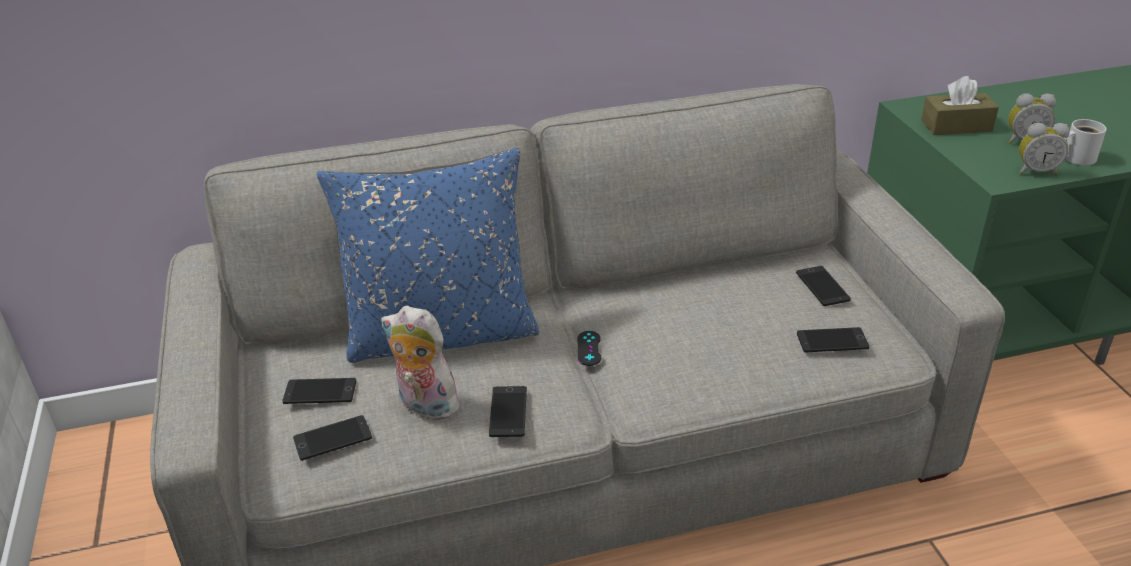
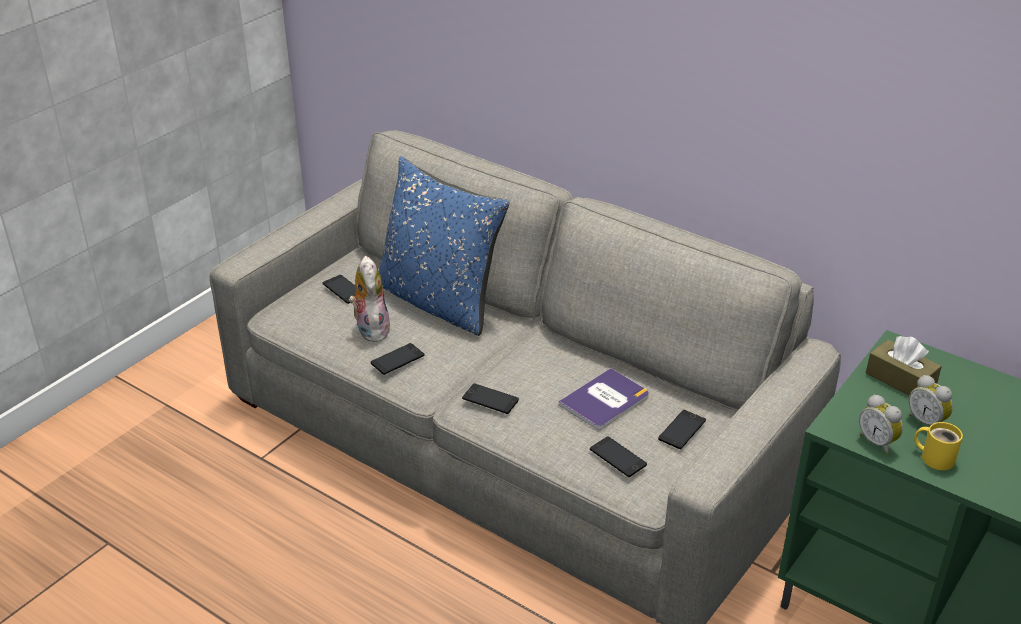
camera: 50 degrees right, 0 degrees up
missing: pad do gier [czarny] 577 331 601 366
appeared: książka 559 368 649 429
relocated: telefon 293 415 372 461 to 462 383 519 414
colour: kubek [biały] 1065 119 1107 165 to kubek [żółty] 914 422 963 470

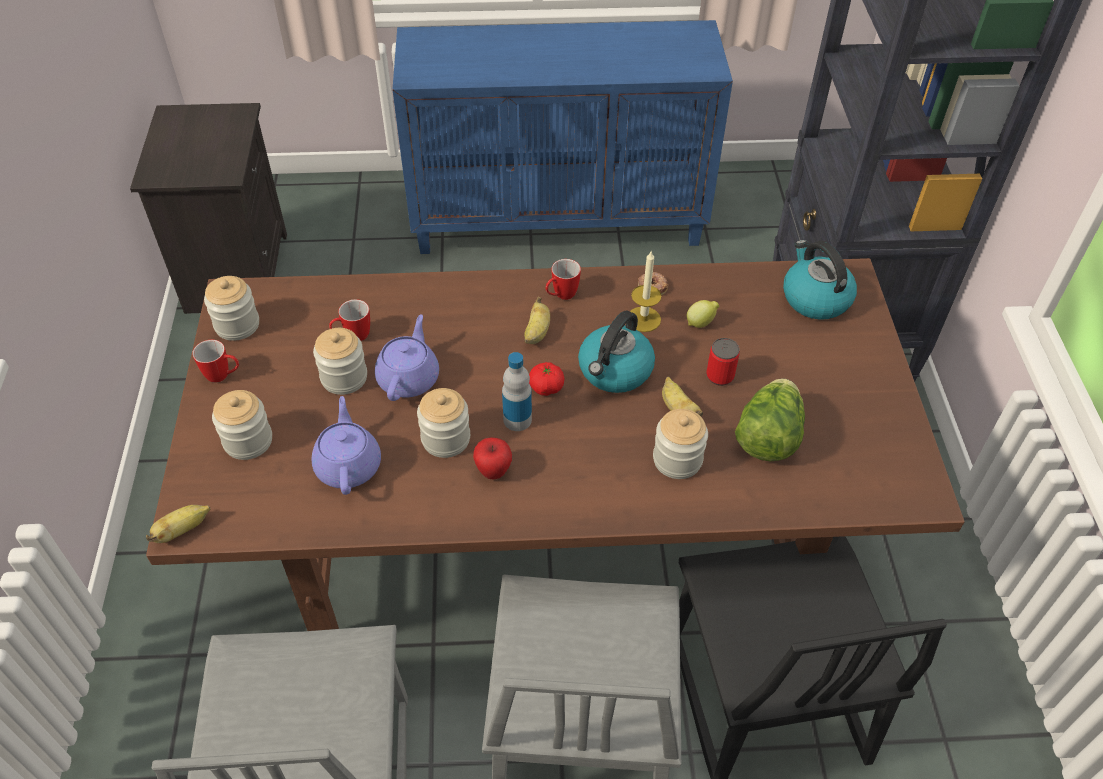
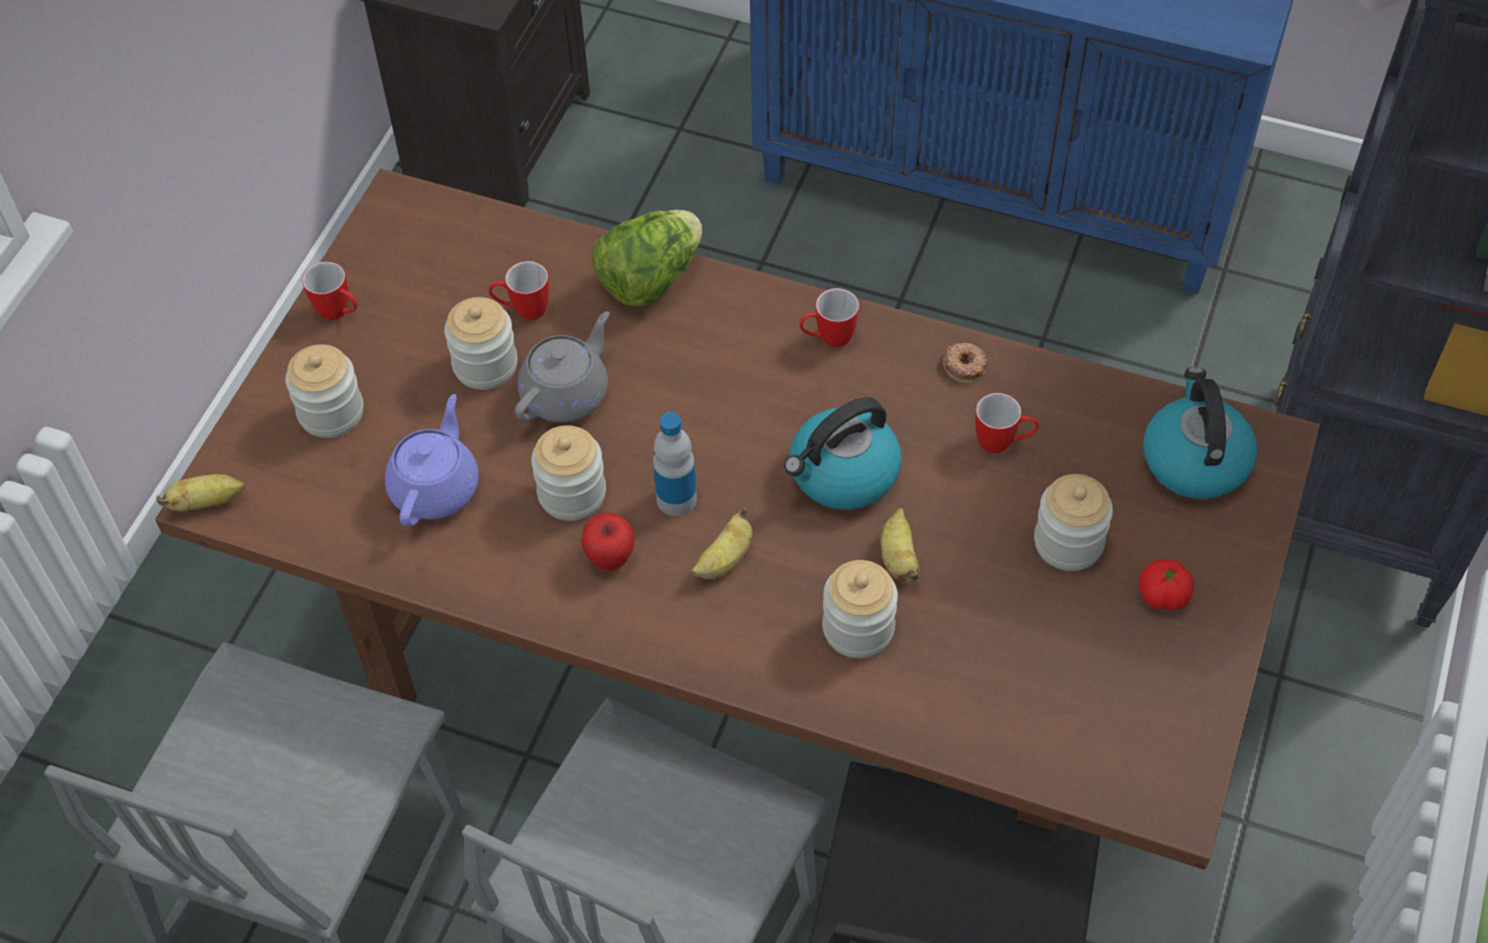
camera: 25 degrees right, 5 degrees up
missing: świeca 630 252 661 332; puszka 706 338 740 386
relocated: sałata 735 378 805 462 to 592 210 703 306; banan 524 297 550 344 to 691 507 753 579; słoik 204 276 259 341 to 1034 474 1113 571; pomidor 529 362 564 396 to 1139 559 1194 610
exchanged: cytryna 687 300 719 328 to kubek 975 393 1039 453
colour: imbryk [fioletowy] 375 314 439 401 to imbryk [szary] 515 311 609 422

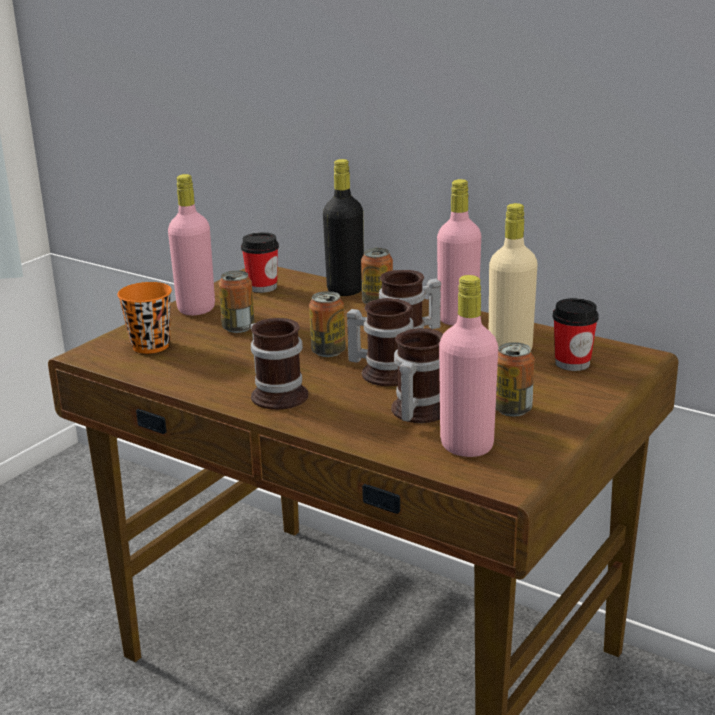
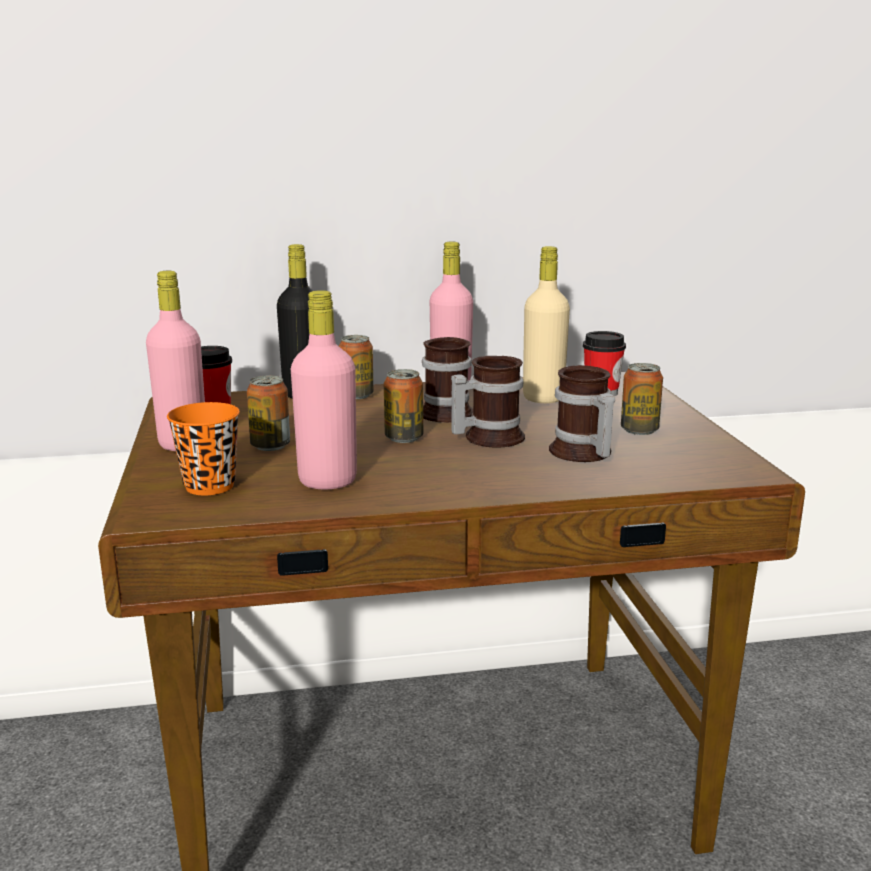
camera: 45 degrees left, 5 degrees down
missing: kubek 250 318 308 410
relocated: butelka [różowy] 439 275 498 457 to 291 290 357 489

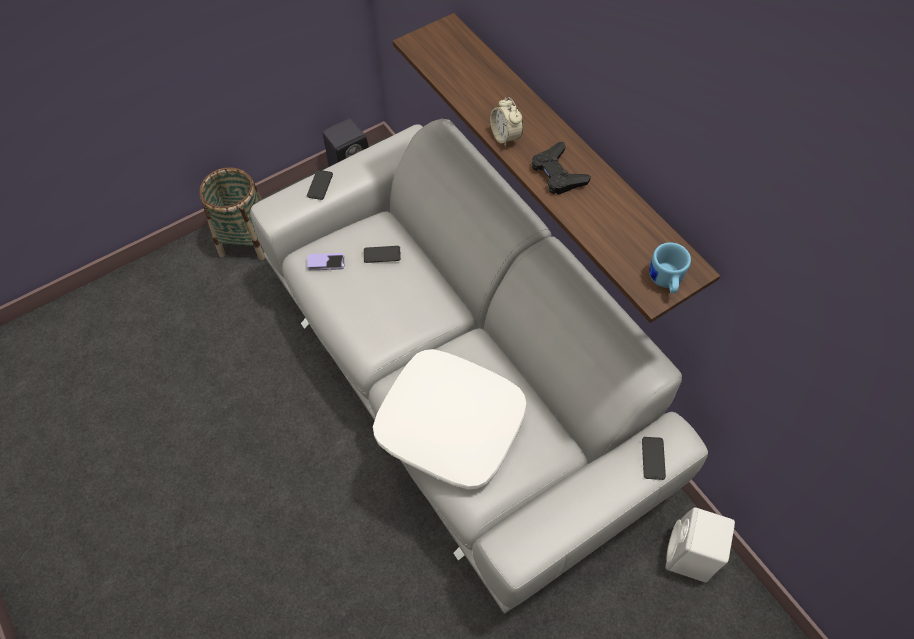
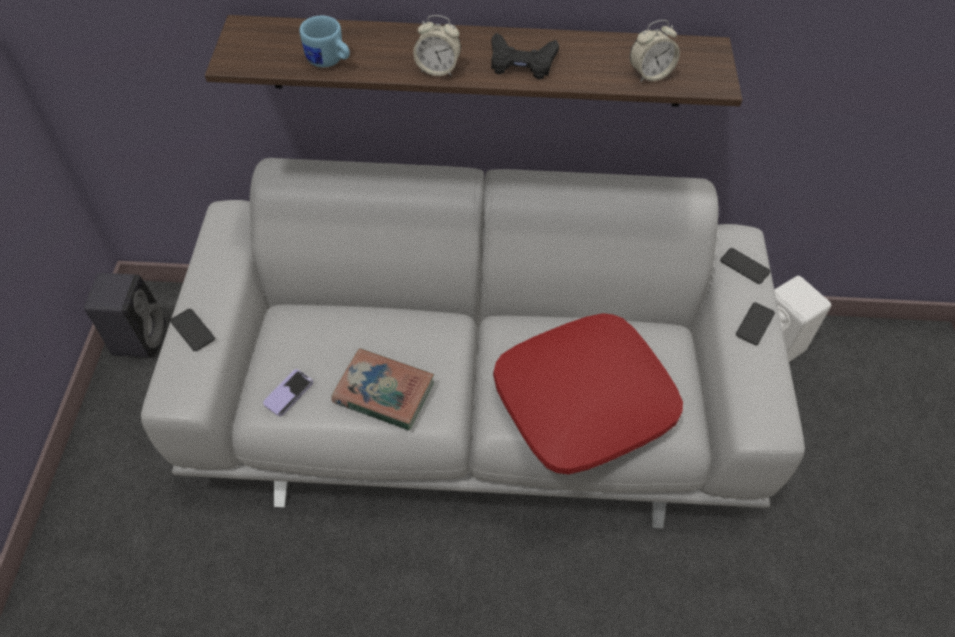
camera: 55 degrees left, 5 degrees down
missing: koszyk 199 167 265 260
appeared: książka 331 348 434 430; budzik 630 20 680 83
relocated: kubek [niebieski] 649 242 691 293 to 299 16 350 67; telefon 364 246 401 263 to 736 302 775 345
colour: poduszka [biały] 373 349 527 490 to poduszka [czerwony] 493 313 683 475

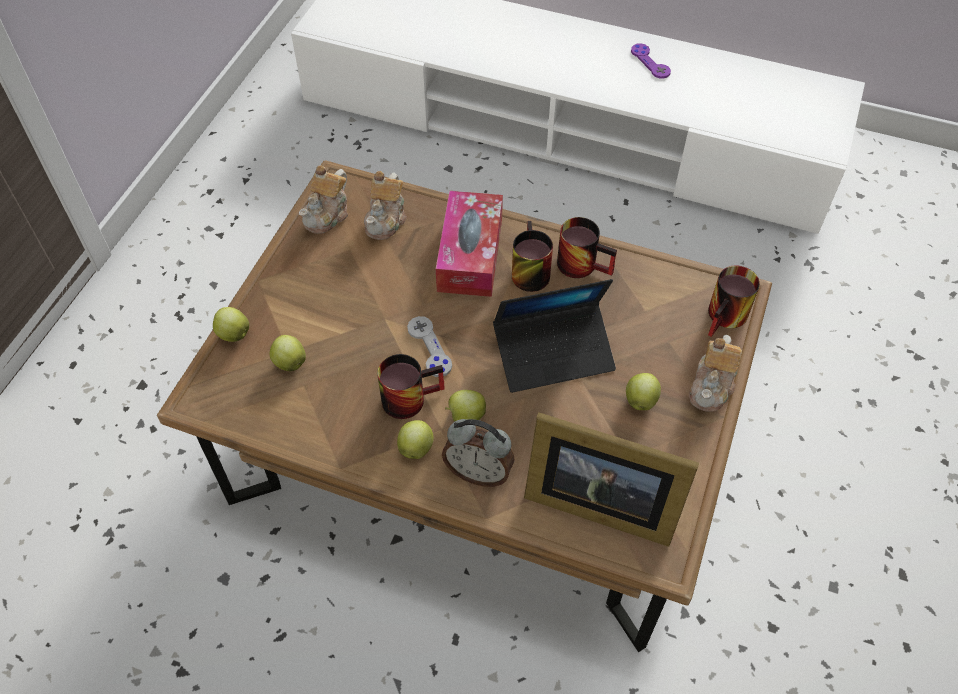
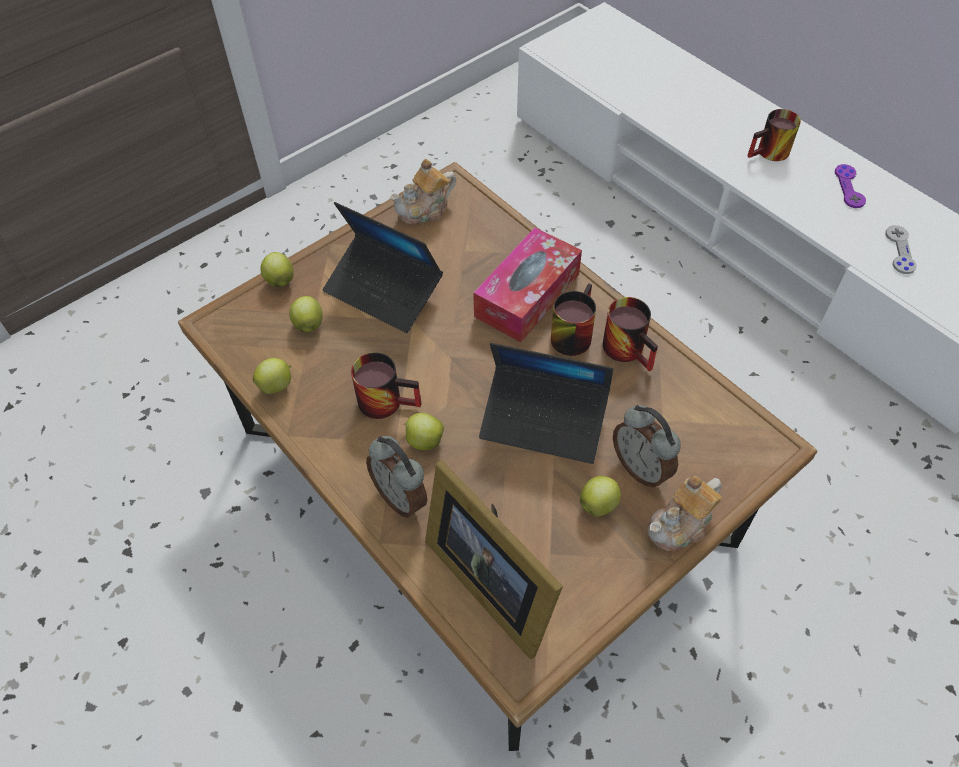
camera: 30 degrees right, 0 degrees up
missing: imbryk 364 171 407 240
appeared: laptop 323 202 443 333; budzik 613 405 681 487
relocated: jabłko 397 420 434 459 to 253 358 291 394; kubek 708 265 760 337 to 747 109 801 161; pad do gier [szary] 407 316 452 377 to 885 225 917 274

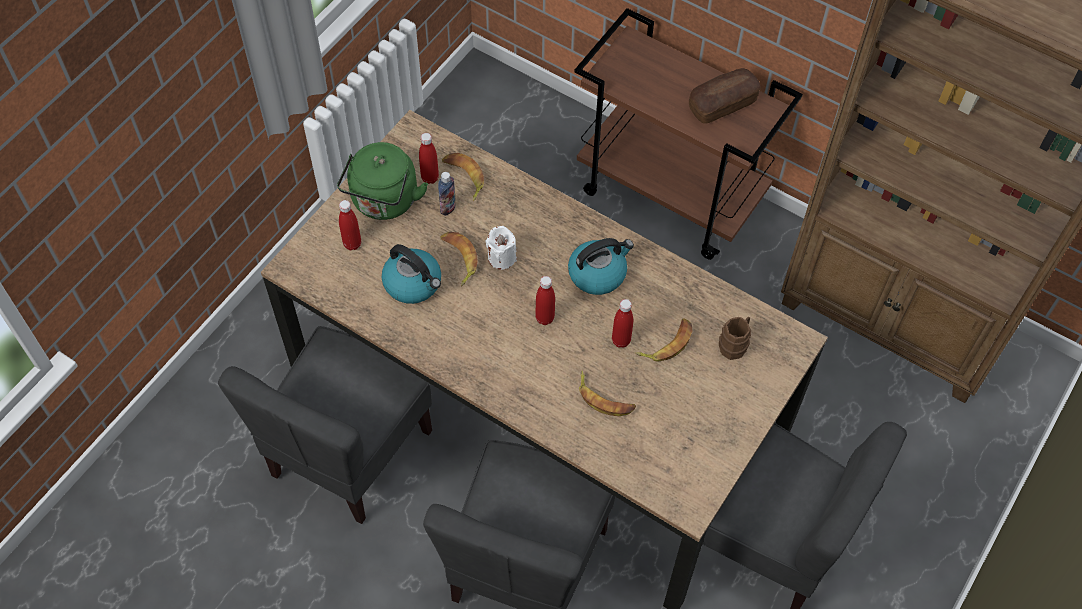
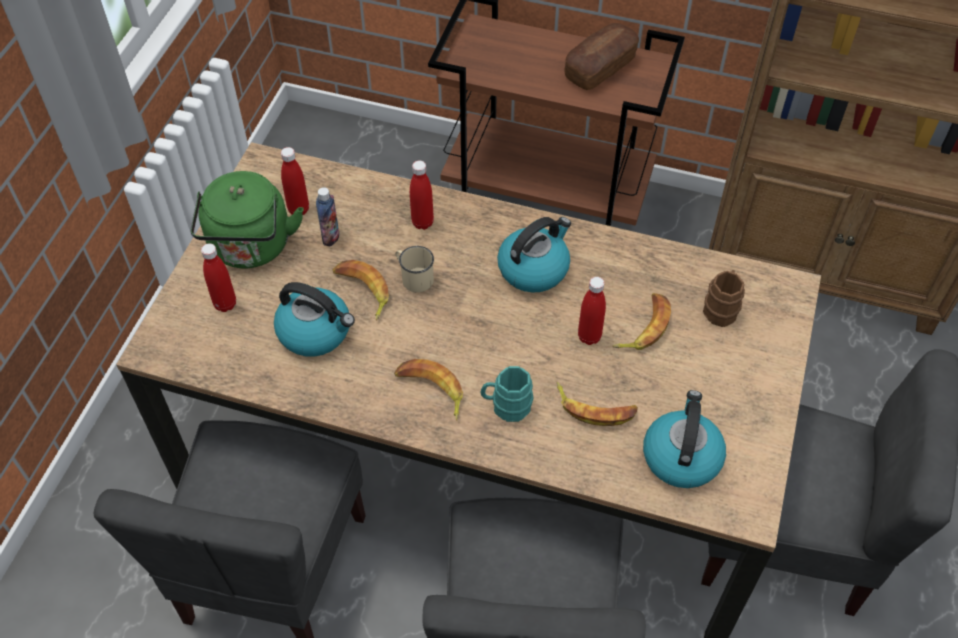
camera: 15 degrees left, 5 degrees down
appeared: kubek [turkusowy] 480 366 534 422; czajnik 643 390 726 488
relocated: banan 442 153 484 201 to 394 359 463 421; butelka [czerwony] 535 276 555 325 to 410 160 434 230
exchanged: świeca [biały] 485 226 517 270 to kubek [beżowy] 396 246 434 292

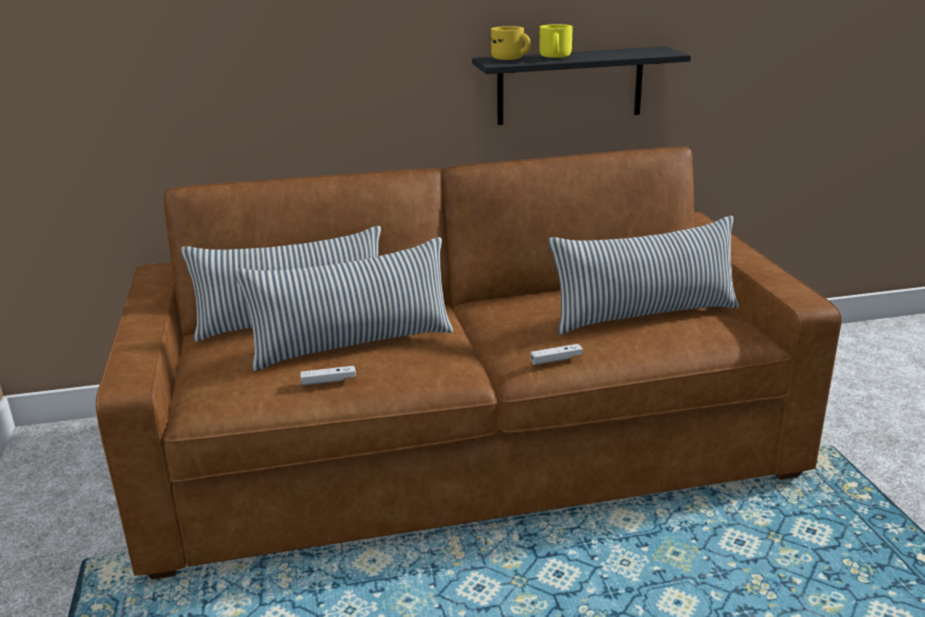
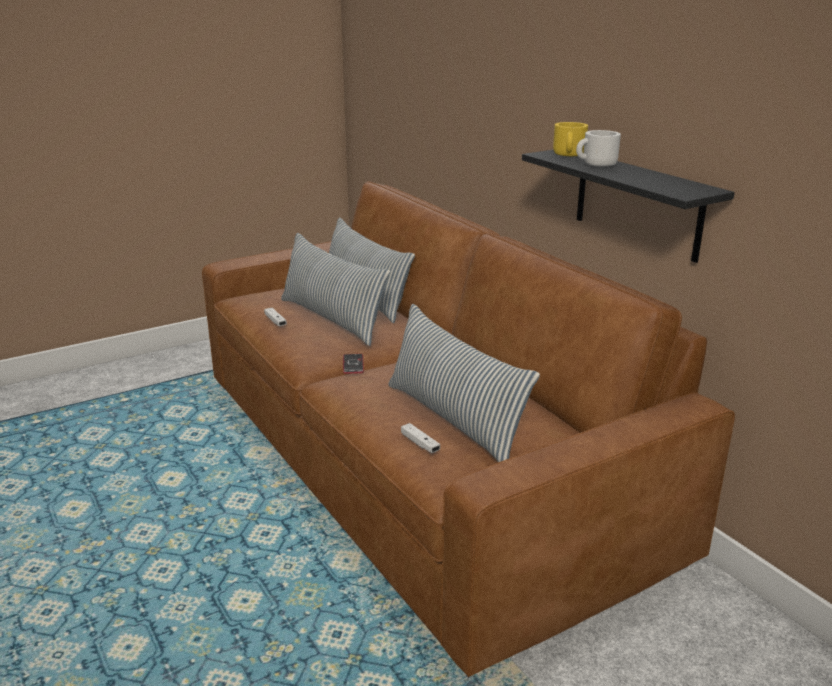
camera: 70 degrees right, 0 degrees up
appeared: telefon 343 354 364 374
relocated: pad do gier [biały] 530 344 583 365 to 401 423 440 453
colour: kubek [żółty] 539 24 573 58 to kubek [biały] 576 130 621 167

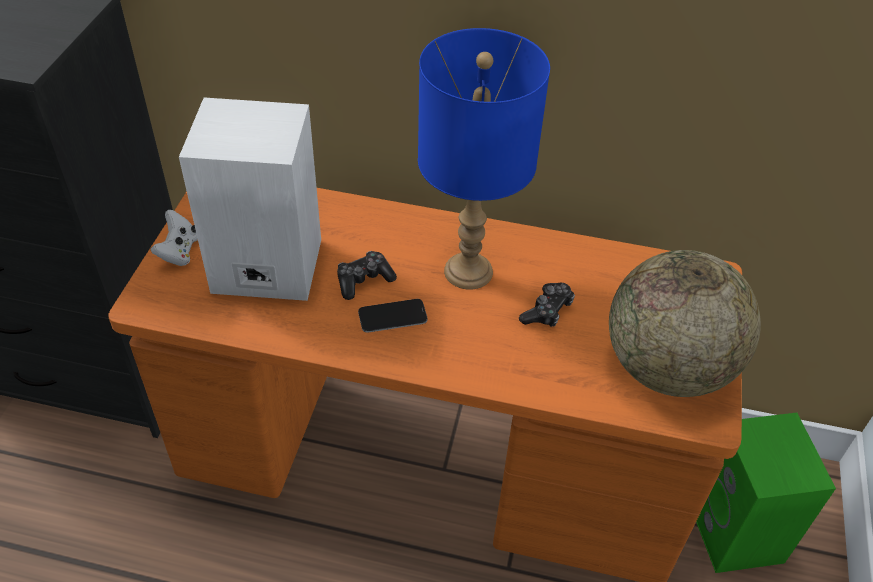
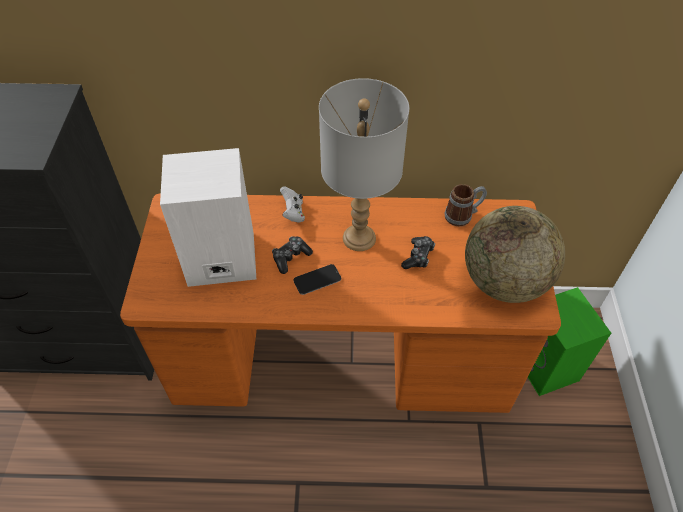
camera: 10 degrees left, 5 degrees up
appeared: kubek 444 184 487 227
relocated: pad do gier [biały] 150 210 198 266 to 280 186 305 222
colour: lampa stołowa [niebieski] 418 28 550 290 to lampa stołowa [szary] 319 78 409 251

